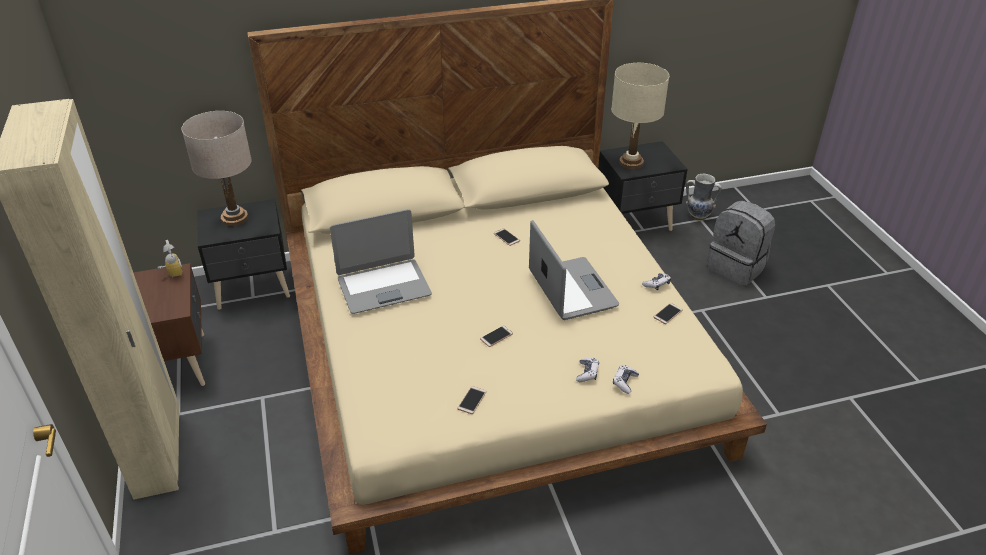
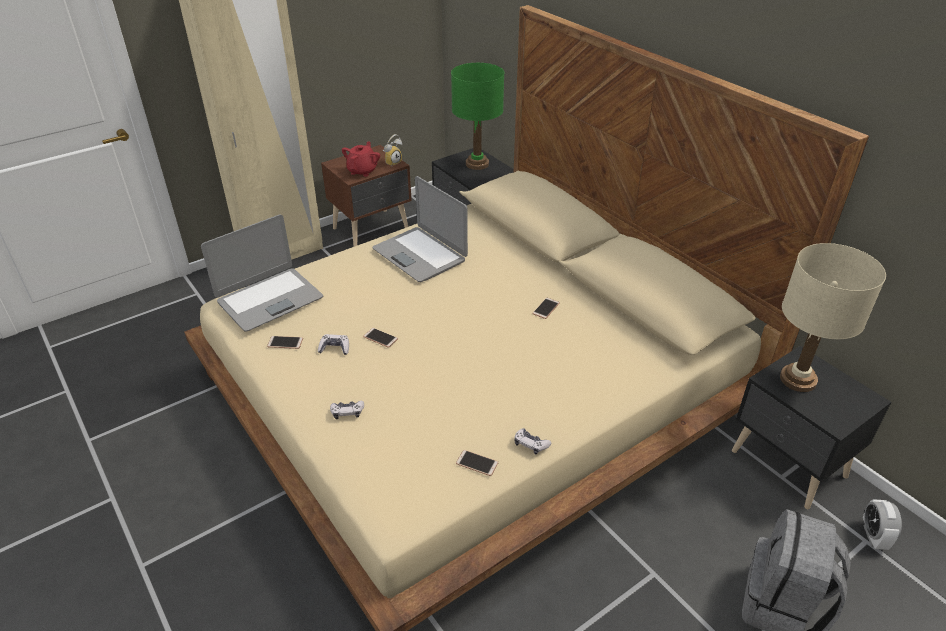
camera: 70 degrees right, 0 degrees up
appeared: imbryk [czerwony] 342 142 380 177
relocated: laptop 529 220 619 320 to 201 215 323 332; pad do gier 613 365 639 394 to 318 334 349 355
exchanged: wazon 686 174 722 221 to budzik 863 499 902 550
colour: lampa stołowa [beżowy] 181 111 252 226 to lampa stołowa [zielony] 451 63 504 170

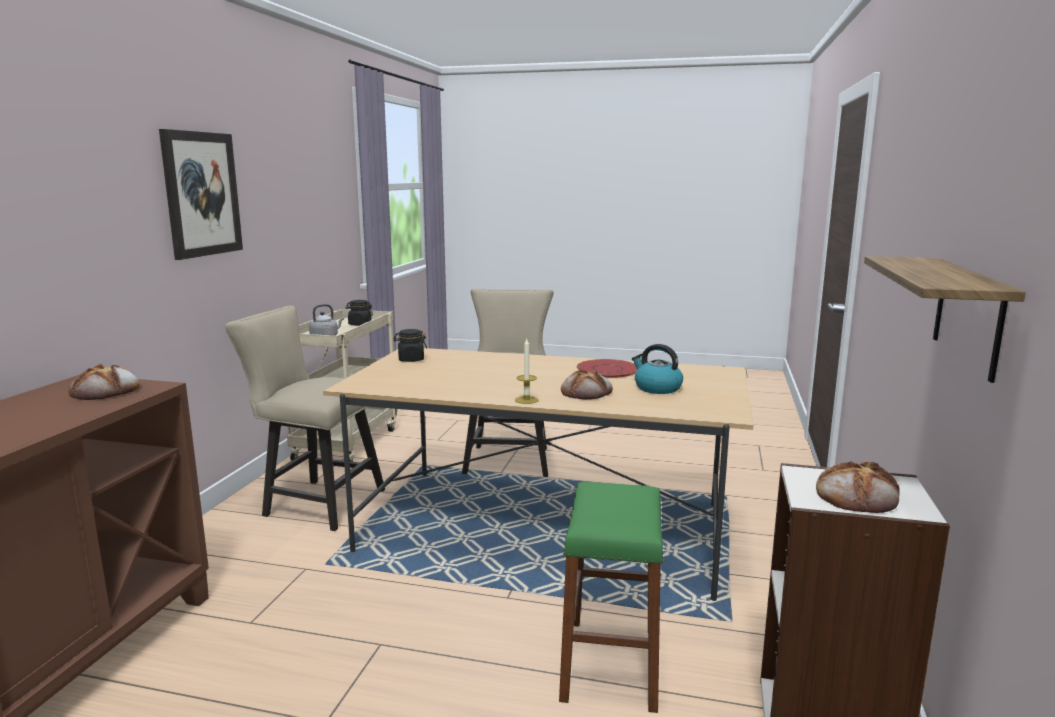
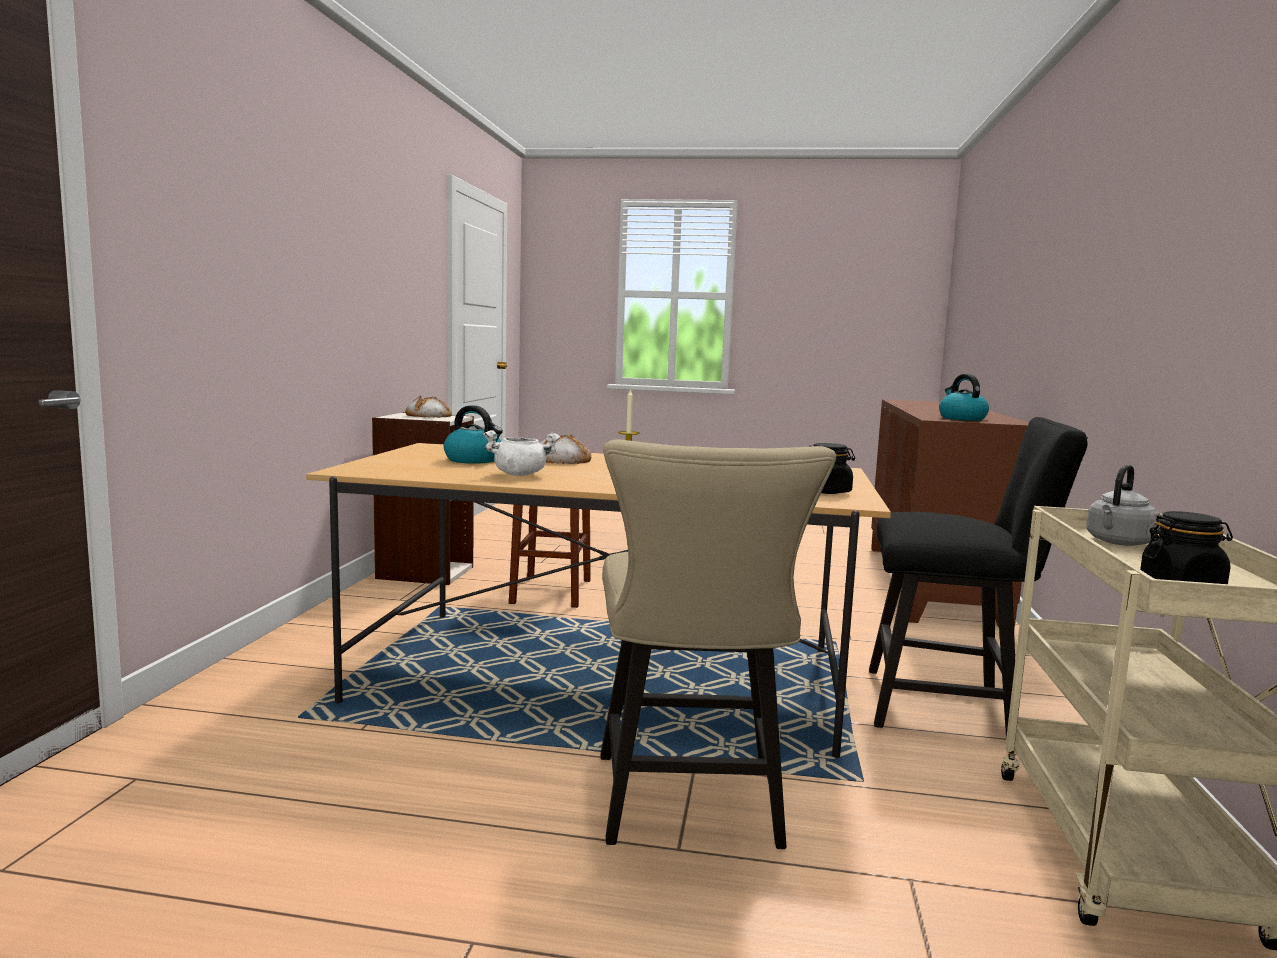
camera: 175 degrees right, 5 degrees down
missing: obraz 159 129 243 260; półka 864 256 1026 383
exchanged: talerz [czerwony] 577 359 637 378 to garnek [biały] 483 430 560 476; chleb 68 364 140 400 to czajnik 939 374 989 421
colour: krzesło [beżowy] 225 305 385 531 to krzesło [czarny] 869 417 1088 737

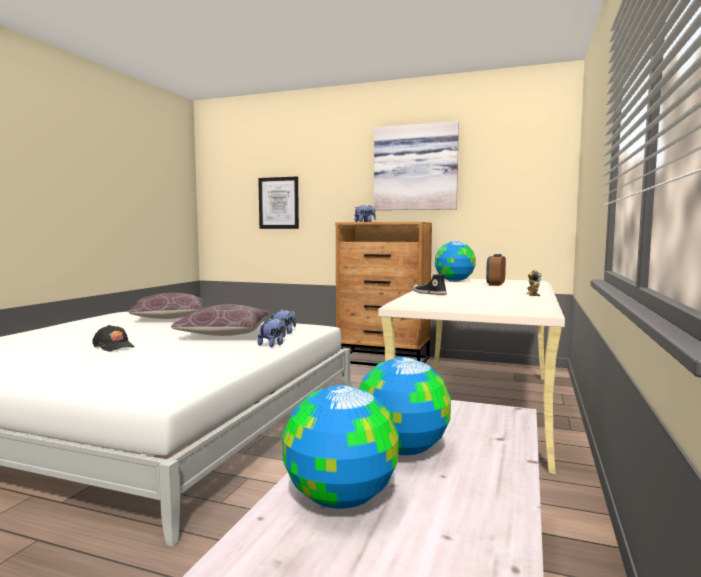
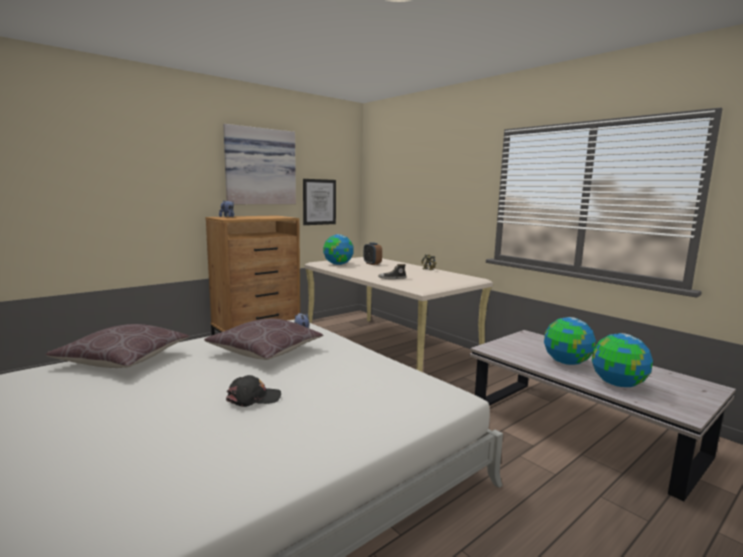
camera: 60 degrees left, 5 degrees up
missing: pluszak 257 317 286 347
relocated: obraz 258 176 299 229 to 303 179 336 225

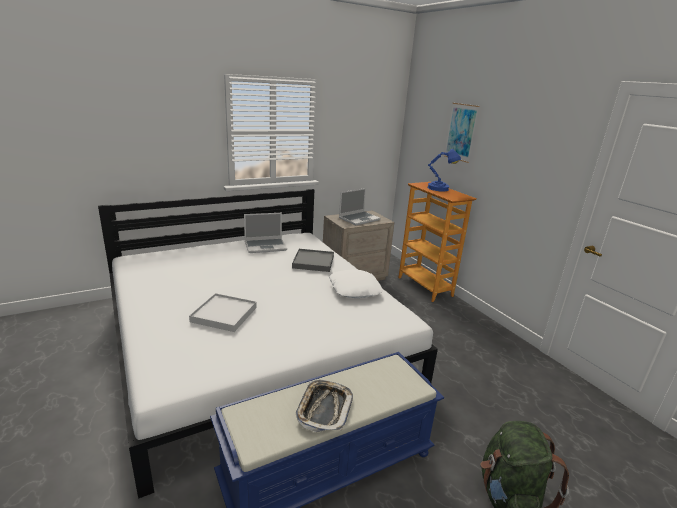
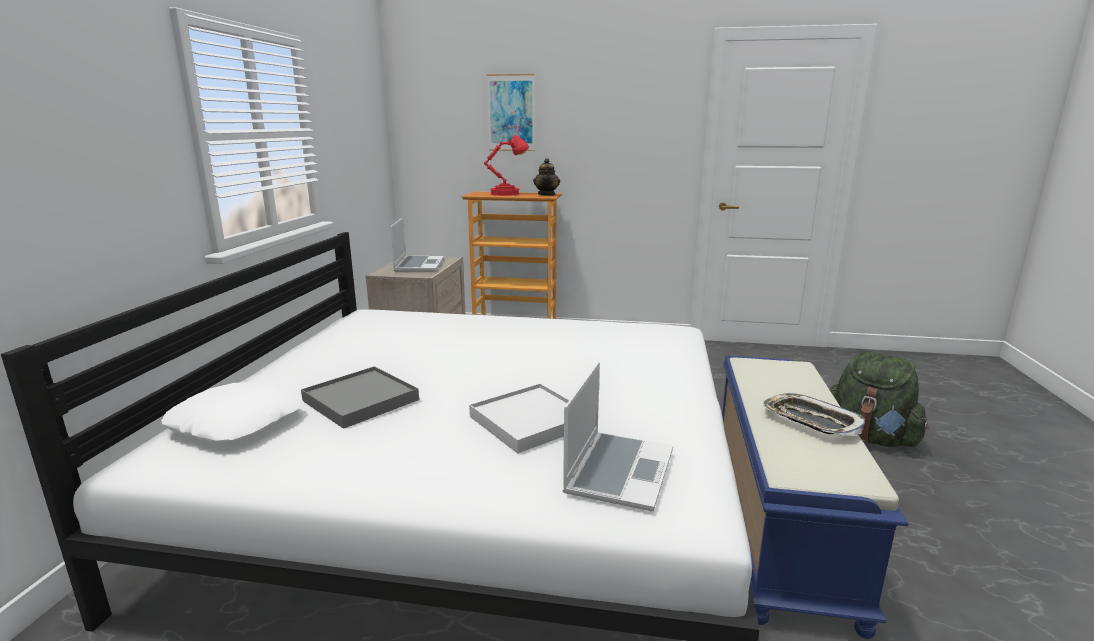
camera: 50 degrees left, 5 degrees down
appeared: imbryk 533 158 560 196
relocated: poduszka [biały] 329 269 383 298 to 161 382 303 443; taca [szary] 292 249 334 272 to 301 366 419 429; laptop 244 213 287 253 to 563 362 673 512
colour: lampa stołowa [niebieski] 427 149 461 191 to lampa stołowa [czerwony] 484 135 529 196

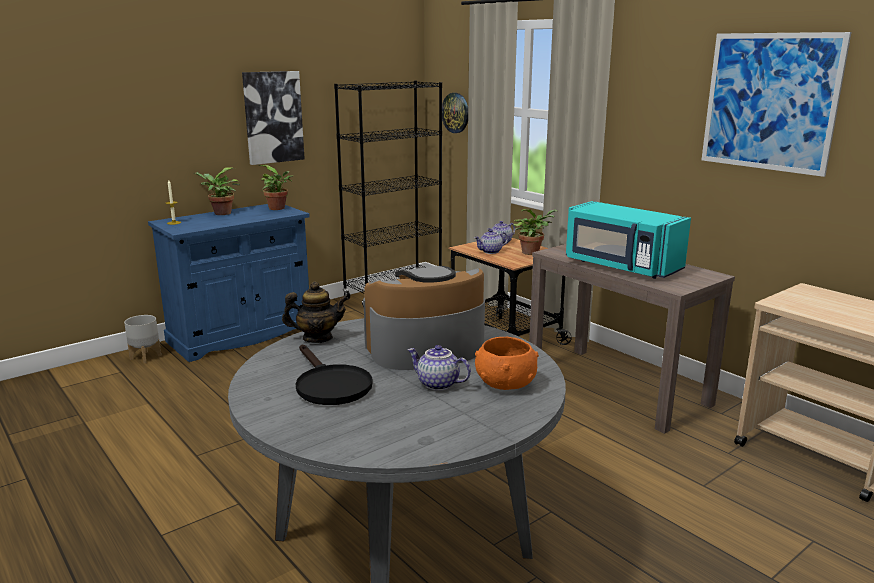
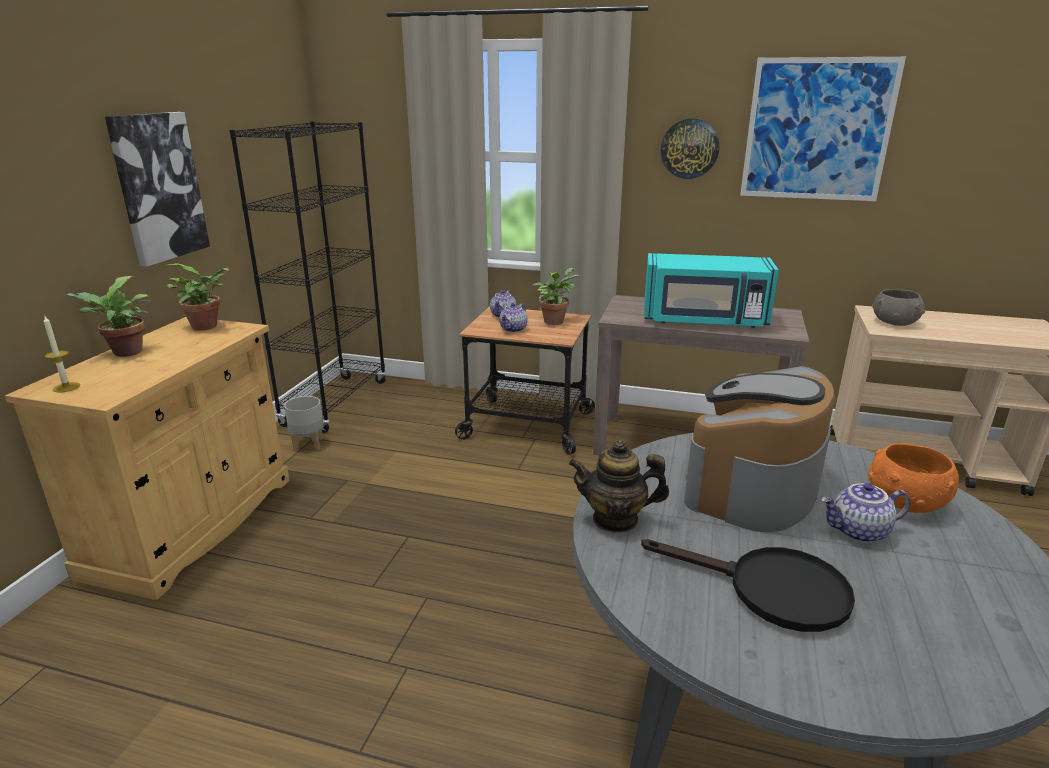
camera: 35 degrees left, 5 degrees up
appeared: miska [szary] 872 289 925 326
relocated: donica [szary] 124 315 161 363 to 284 396 323 452; zegar ścienny 442 93 468 133 to 661 118 719 179
colour: szafka [niebieski] 148 204 310 362 to szafka [beżowy] 5 317 290 600
spun: imbryk 282 281 349 343 = 569 440 669 533 135 degrees counterclockwise

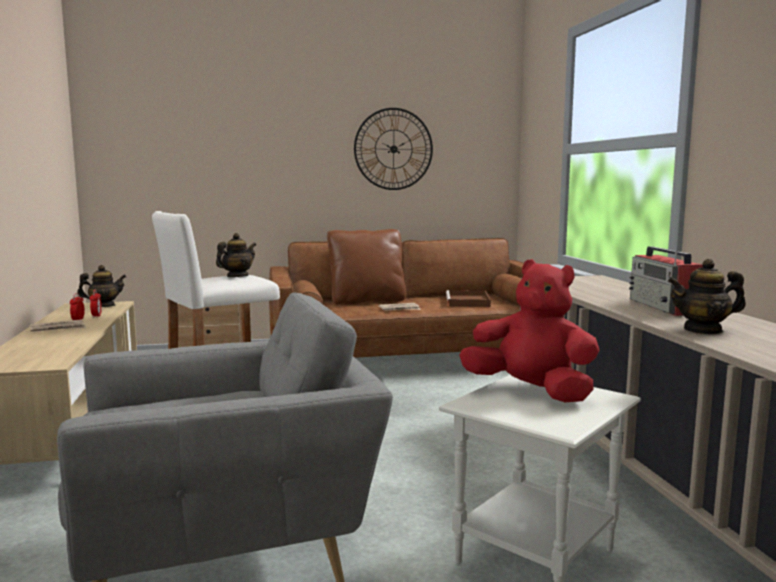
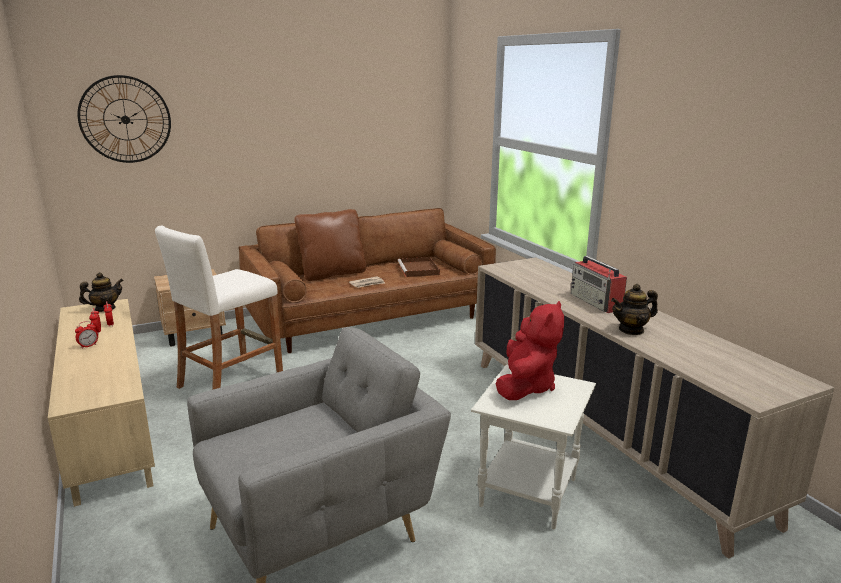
camera: 15 degrees left, 10 degrees up
missing: imbryk 216 233 256 277
relocated: zegar ścienny 354 108 433 190 to 78 75 171 163
exchanged: gazeta 30 319 86 332 to budzik 75 321 98 349
spun: pluszak [czerwony] 459 259 599 402 = 495 301 564 400 90 degrees clockwise

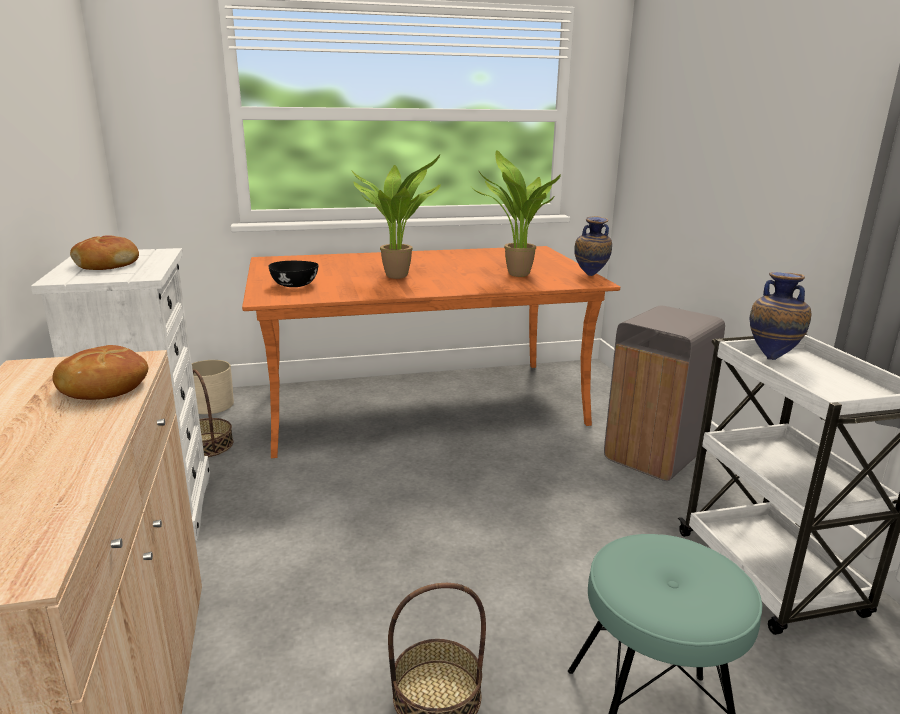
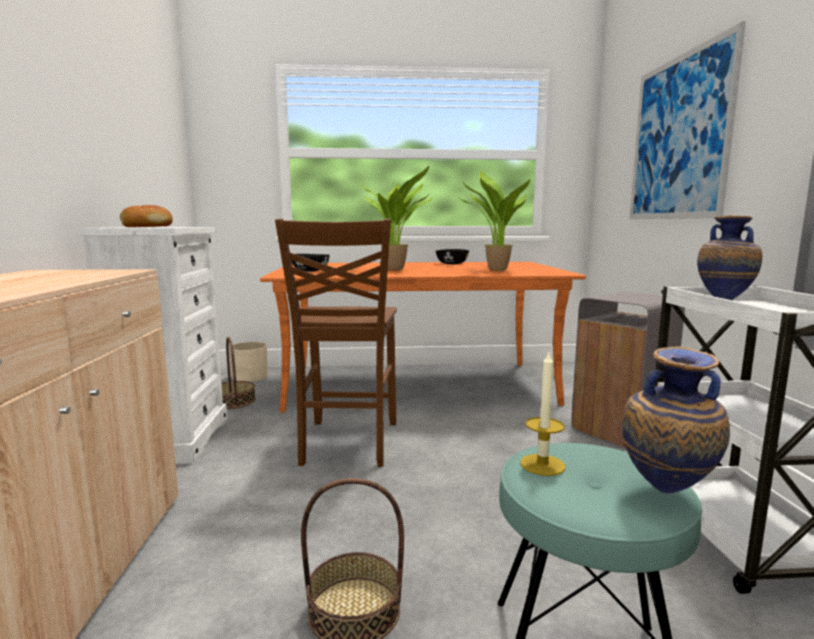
camera: 10 degrees right, 10 degrees down
missing: chleb 52 345 148 400
appeared: krzesło [brązowy] 275 219 397 467; miska [czarny] 436 249 469 265; świeca 520 352 565 476; obraz 629 21 746 219
relocated: wazon 575 216 612 276 to 622 347 730 493

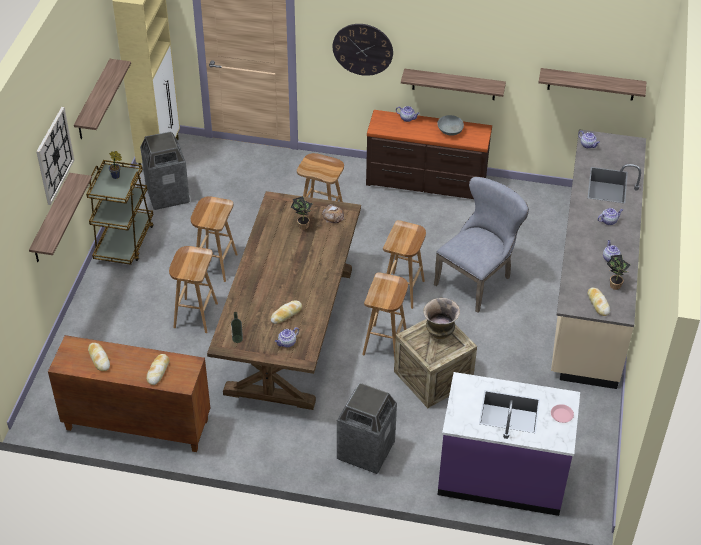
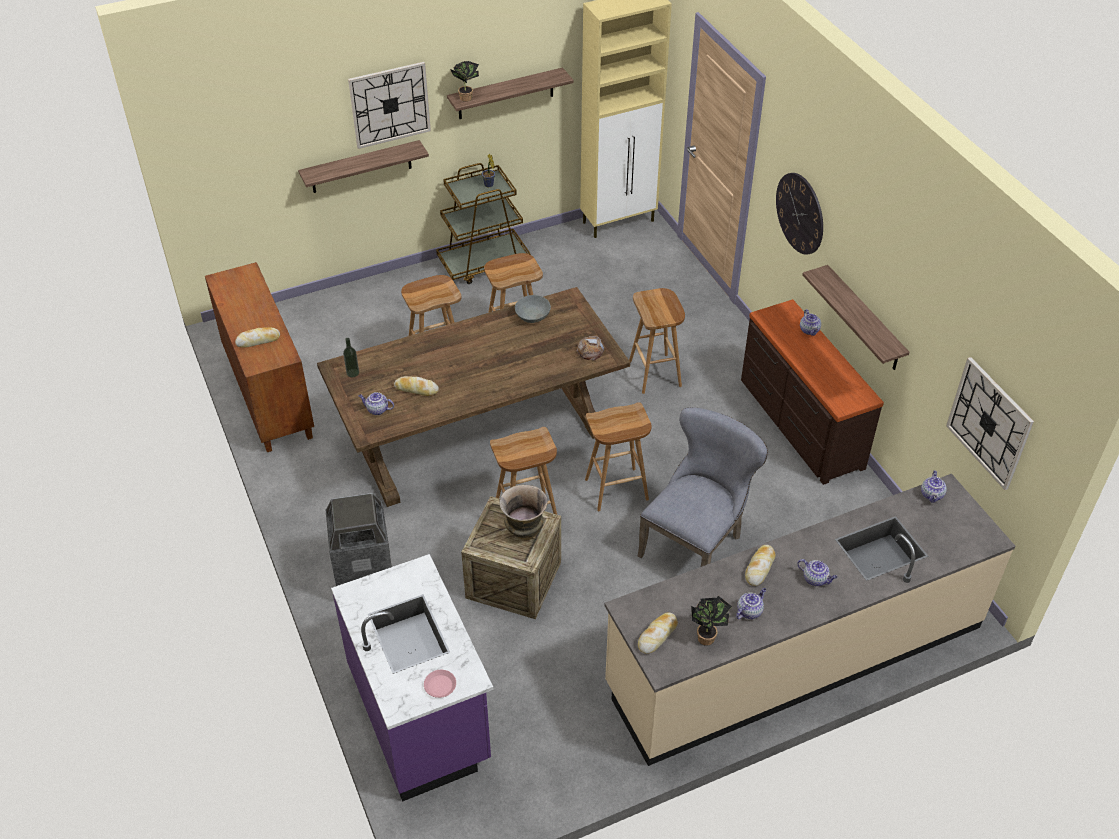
camera: 55 degrees right, 0 degrees up
missing: kosz na śmieci 140 131 190 210
relocated: roślina doniczkowa 291 196 313 230 to 450 61 479 102; miska [szary] 437 115 464 136 to 515 295 551 323; chleb 88 343 110 371 to 745 545 776 586
exchanged: półka 538 68 646 101 to zegar ścienny 946 357 1034 490
spun: krzesło [szary] 434 177 529 313 = 638 407 768 567 60 degrees counterclockwise

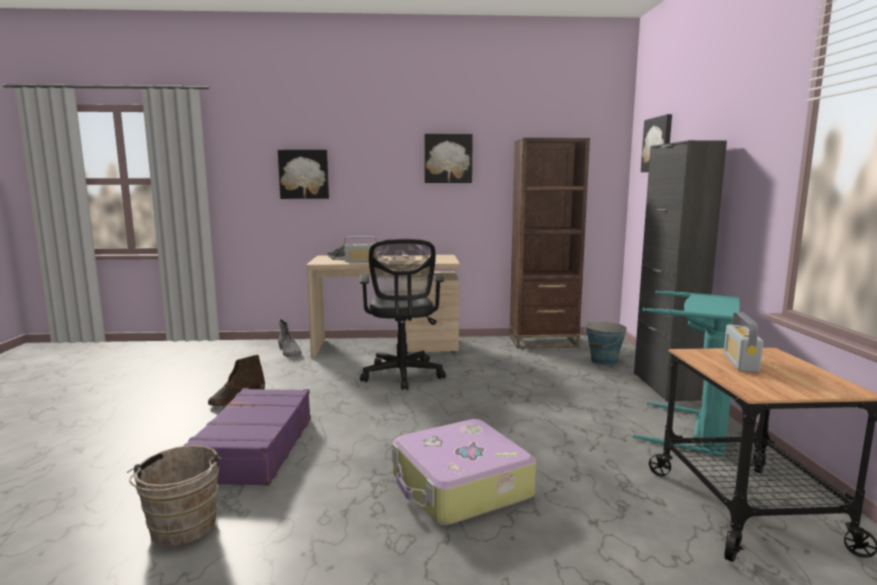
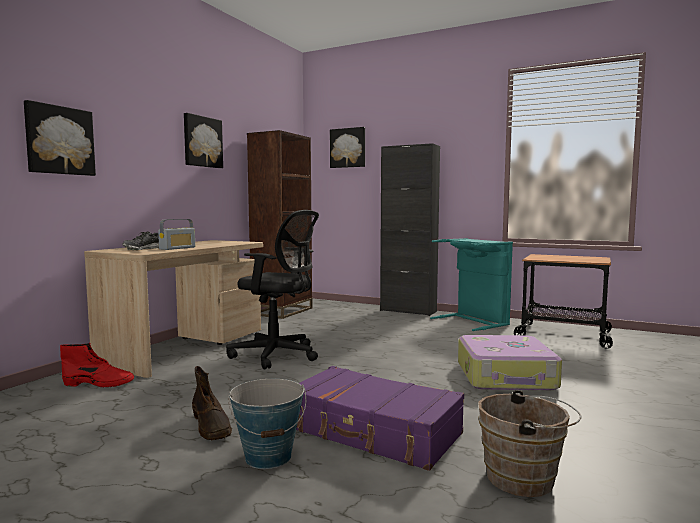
camera: 60 degrees left, 5 degrees down
missing: radio 724 312 764 373
relocated: wiadro 584 322 627 366 to 228 379 306 469
colour: but z cholewką [szary] 278 319 302 357 to but z cholewką [czerwony] 60 343 134 387

